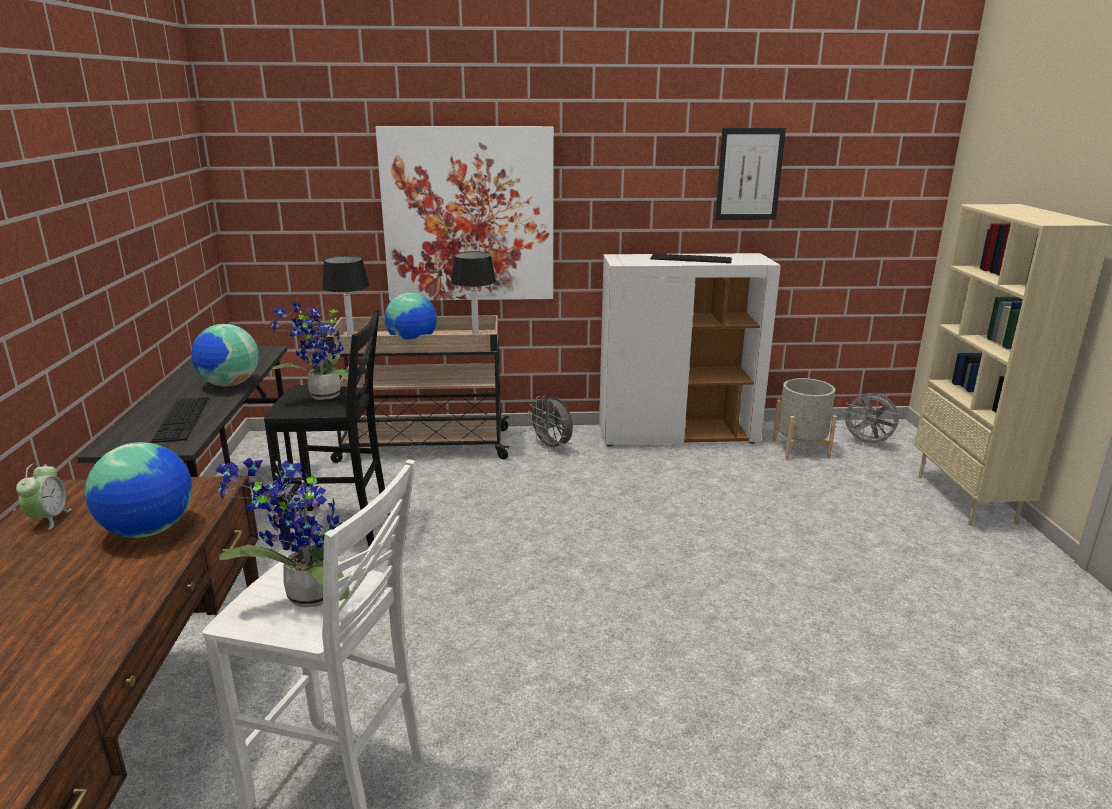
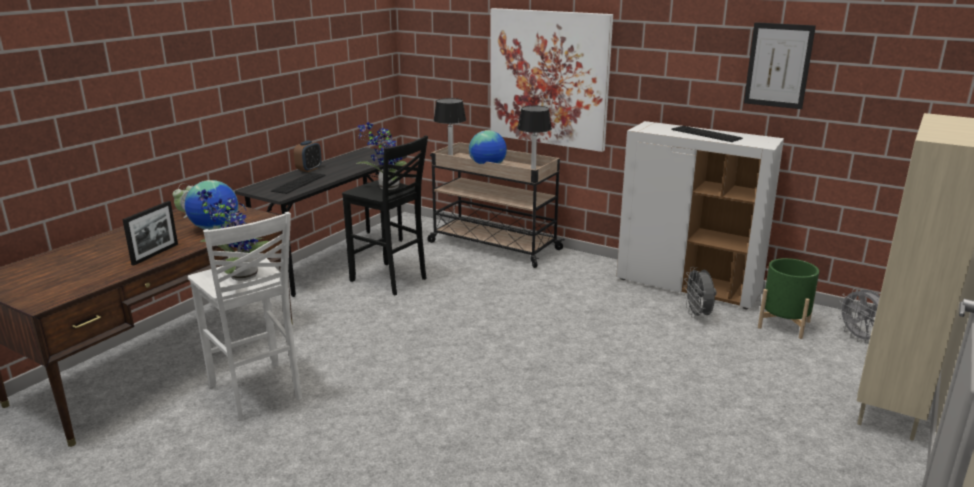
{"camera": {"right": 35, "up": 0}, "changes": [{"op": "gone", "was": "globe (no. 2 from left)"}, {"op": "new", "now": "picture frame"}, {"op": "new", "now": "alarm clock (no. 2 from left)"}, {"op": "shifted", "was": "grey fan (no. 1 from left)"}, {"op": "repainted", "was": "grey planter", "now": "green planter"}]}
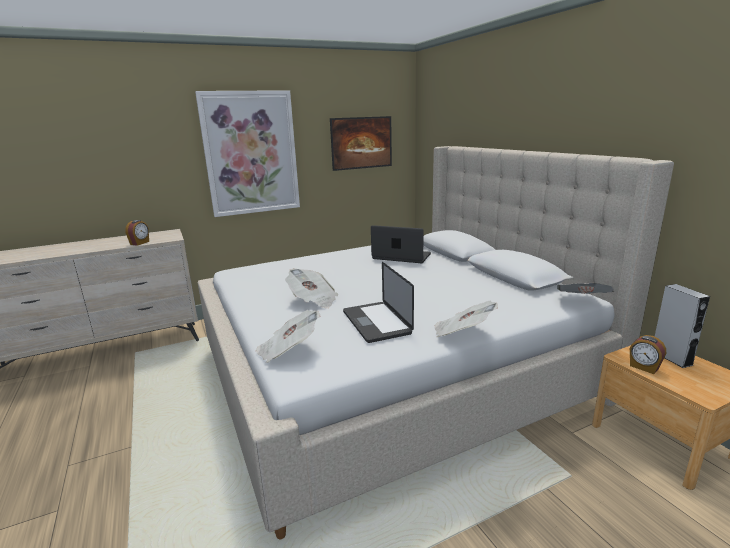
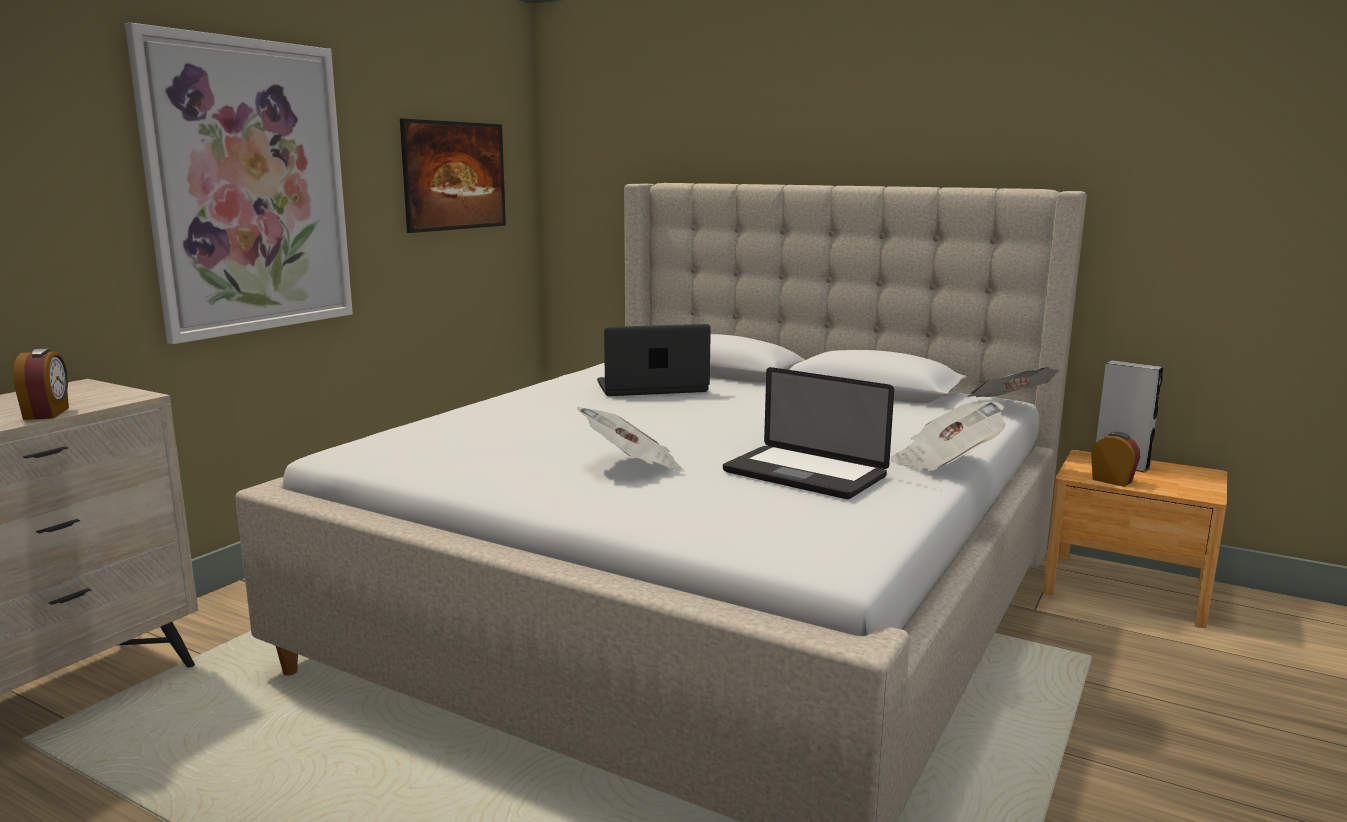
{"camera": {"right": -35, "up": -5}, "changes": [{"op": "gone", "was": "newspaper (no. 1 from left)"}, {"op": "rotated", "was": "alarm clock (no. 2 from left)", "clockwise": -150}]}
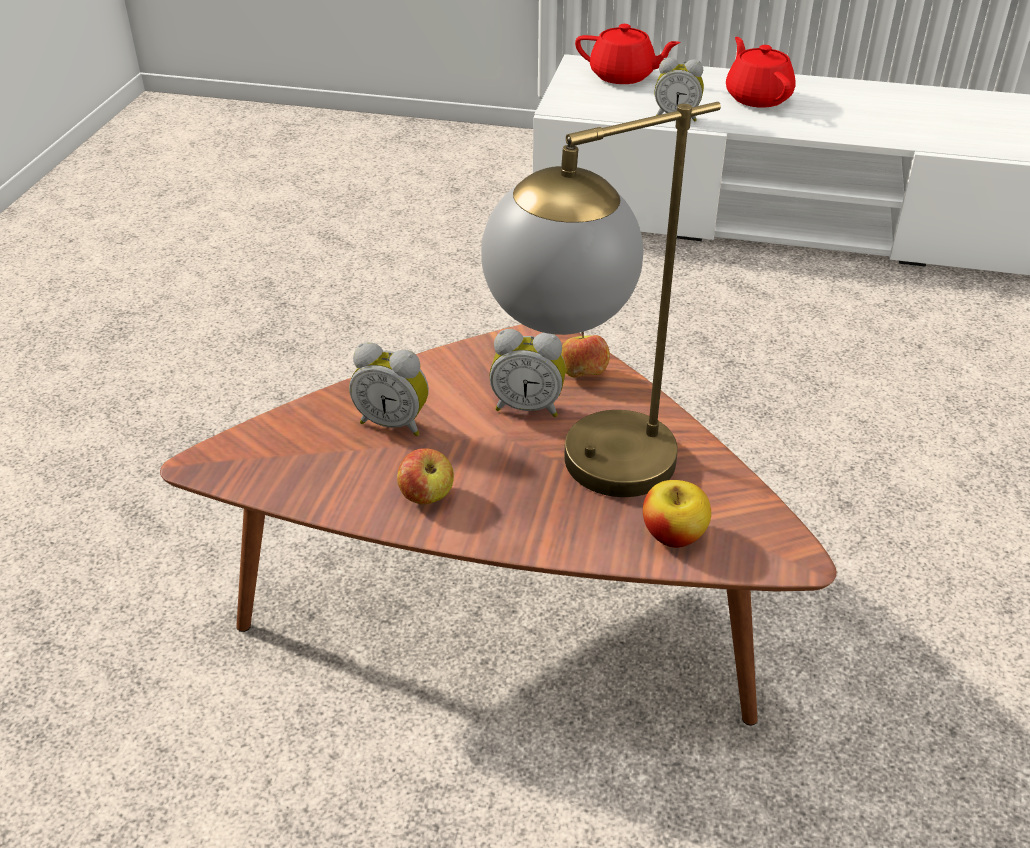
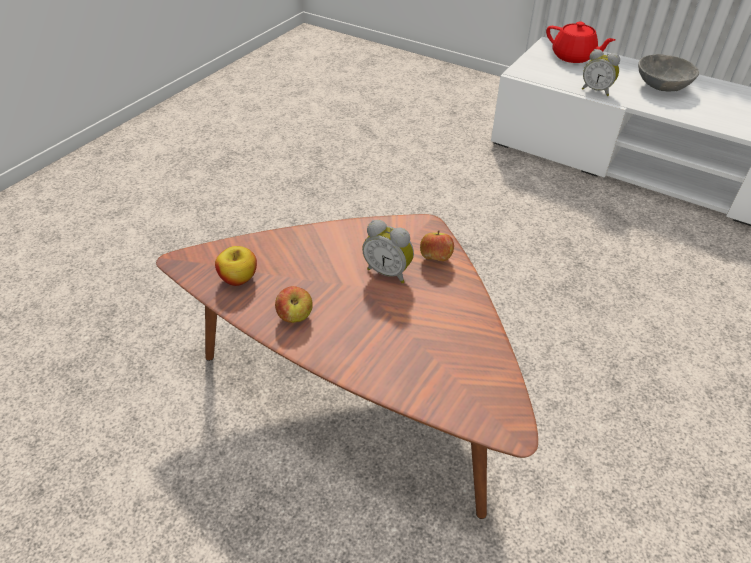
{"camera": {"right": 20, "up": 5}, "changes": [{"op": "gone", "was": "alarm clock (no. 1 from left)"}, {"op": "gone", "was": "table lamp"}, {"op": "shifted", "was": "apple (no. 3 from left in the first image)", "now": "apple (no. 1 from left)"}, {"op": "swapped", "was": "red teapot (no. 2 from left)", "now": "grey bowl"}]}
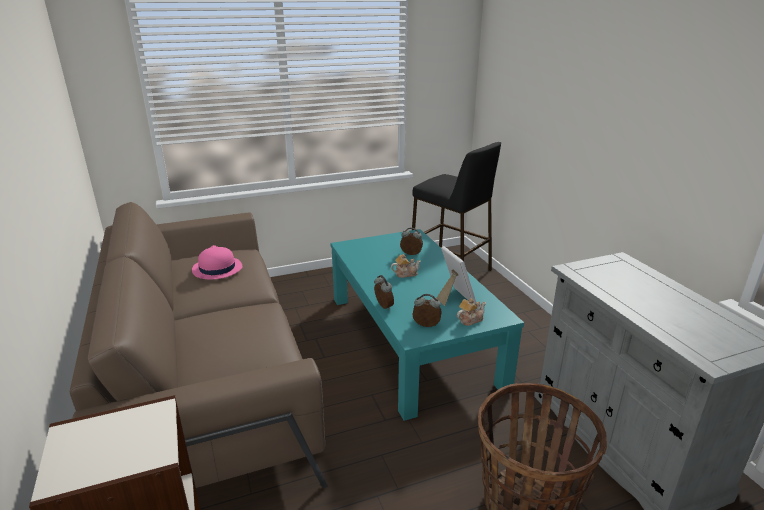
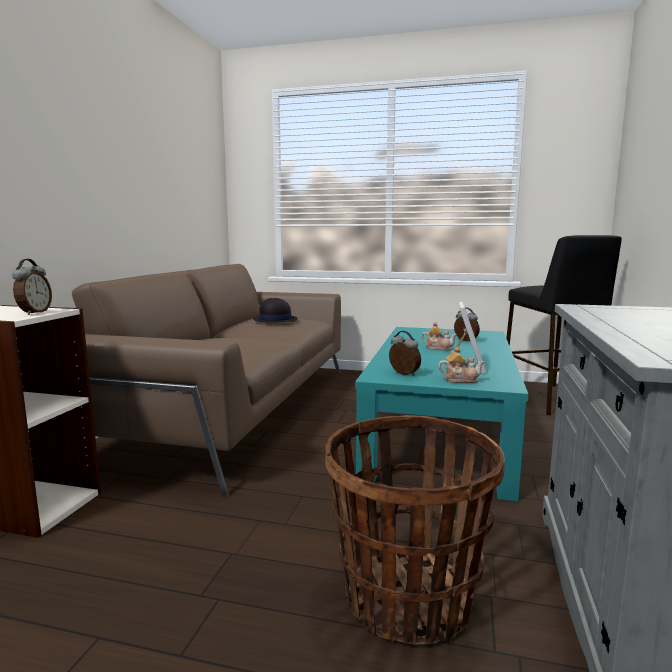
{"camera": {"right": 35, "up": -15}, "changes": [{"op": "shifted", "was": "alarm clock (no. 1 from left)"}, {"op": "repainted", "was": "pink hat", "now": "black hat"}]}
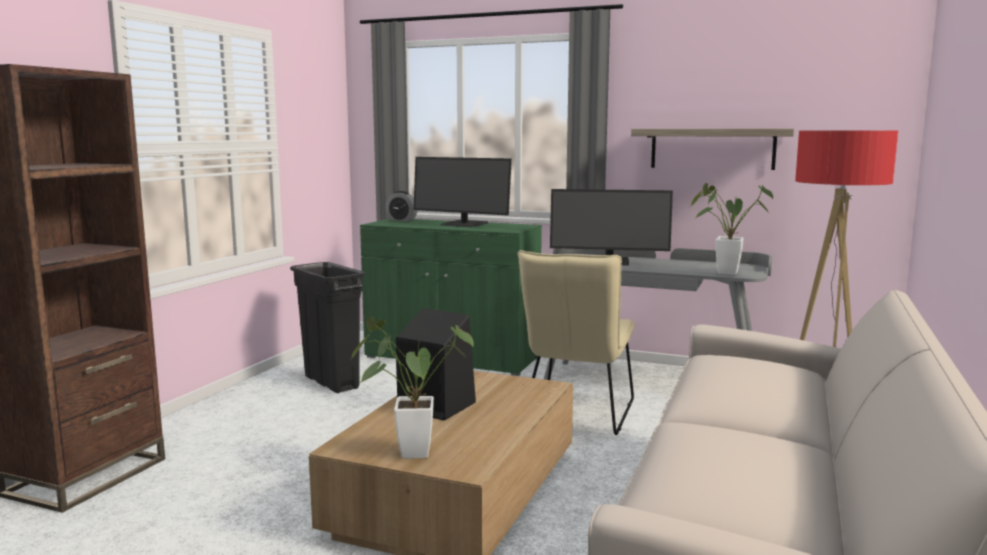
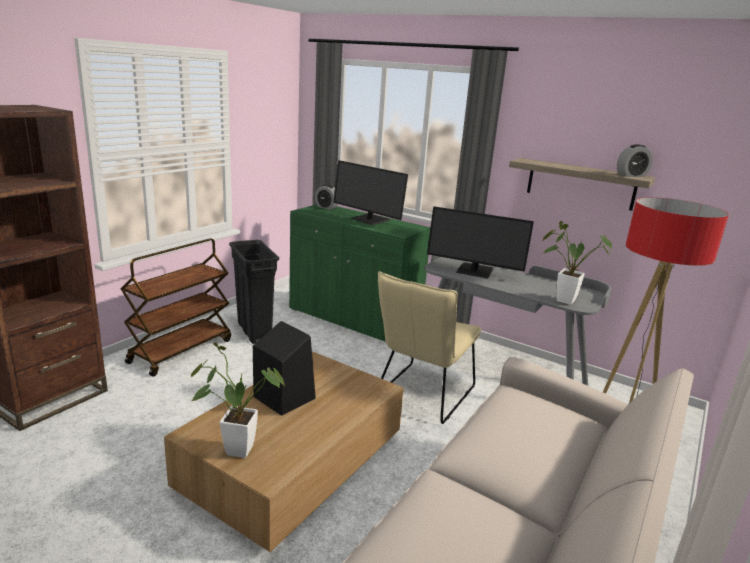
{"camera": {"right": 10, "up": 10}, "changes": [{"op": "new", "now": "brown cart"}, {"op": "new", "now": "alarm clock (no. 2 from left)"}]}
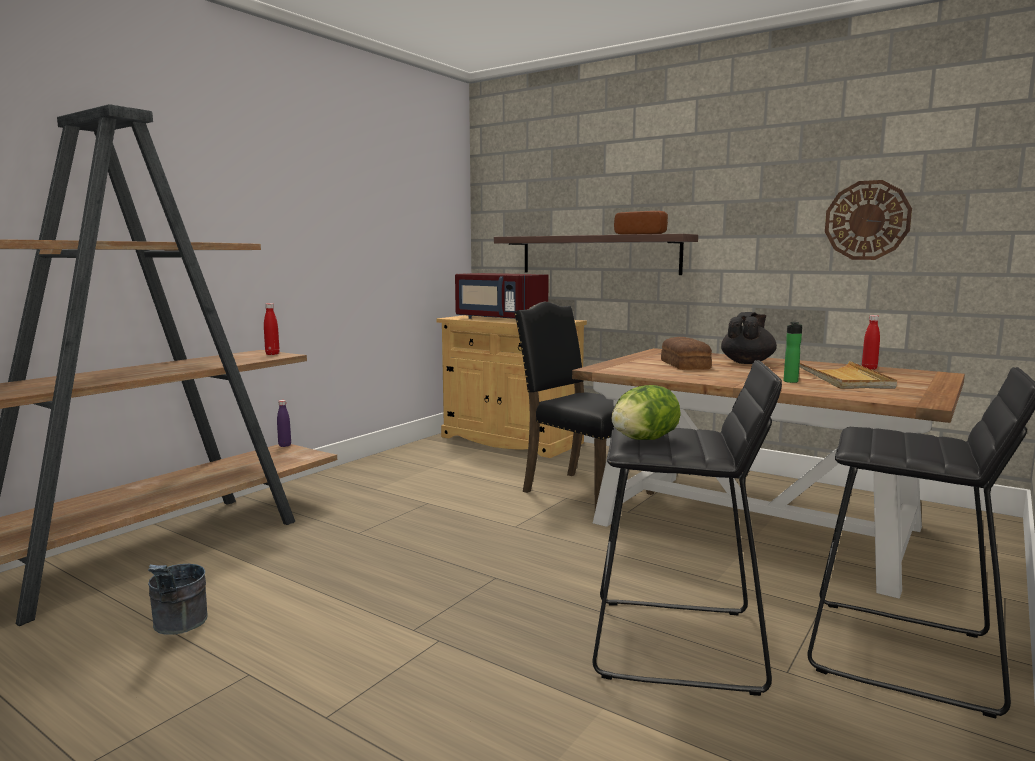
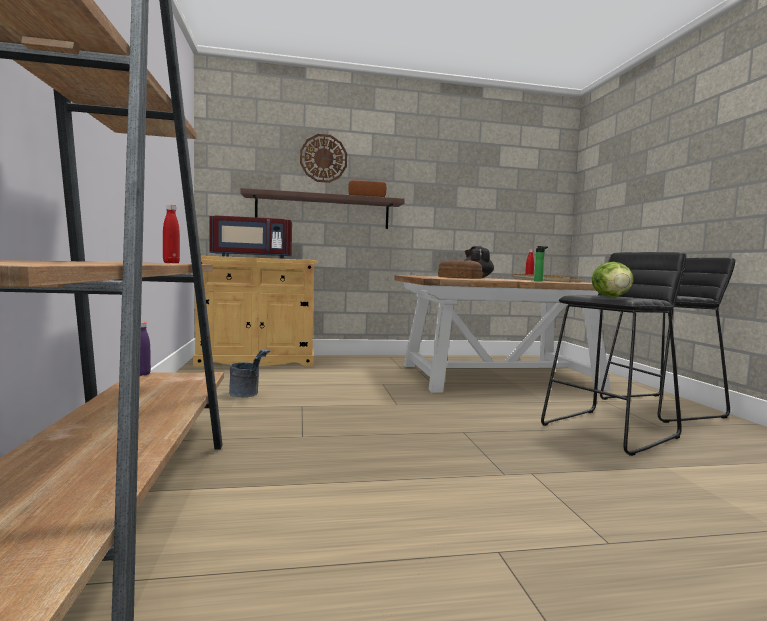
{"camera": {"right": -45, "up": -5}, "changes": [{"op": "gone", "was": "black chair"}, {"op": "shifted", "was": "grey bucket"}, {"op": "shifted", "was": "wall clock"}]}
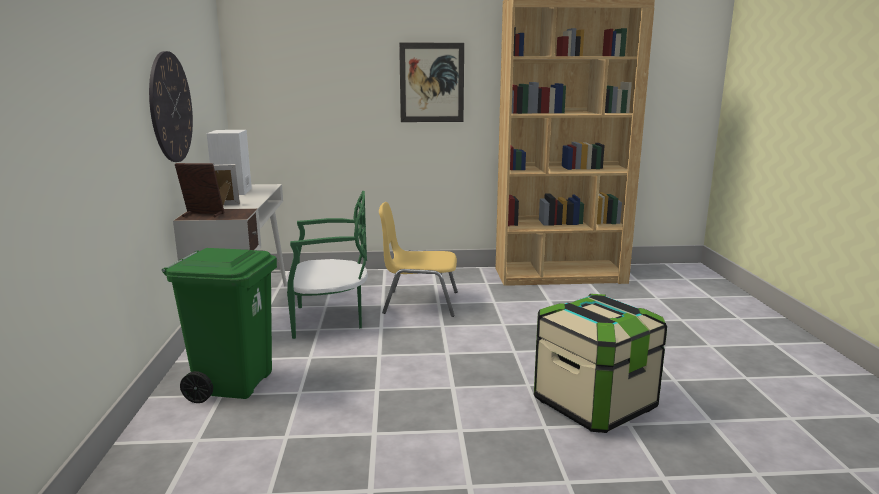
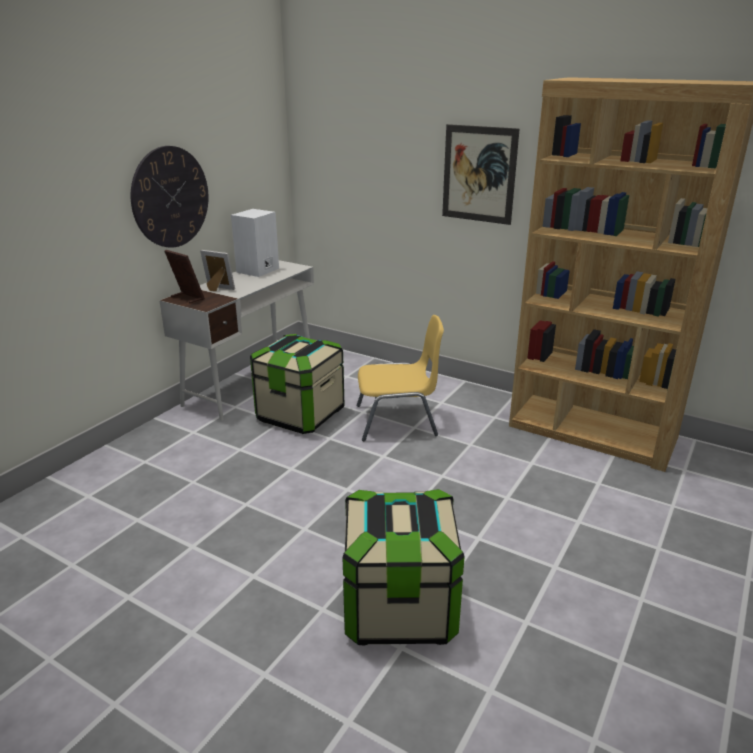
{"camera": {"right": 35, "up": 10}, "changes": [{"op": "gone", "was": "green trash can"}, {"op": "swapped", "was": "green chair", "now": "storage box (no. 1 from left)"}, {"op": "rotated", "was": "yellow chair", "clockwise": 135}]}
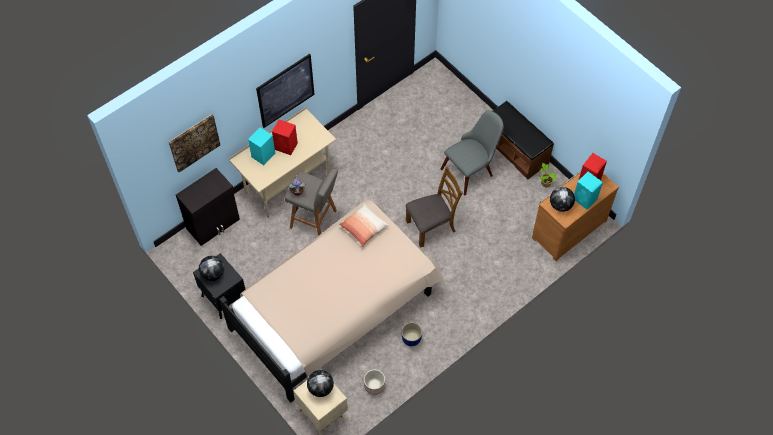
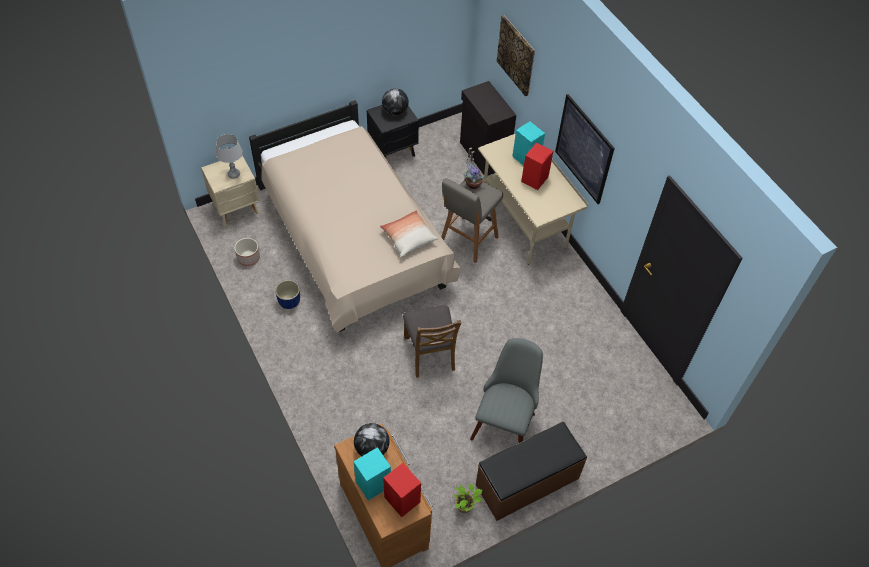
{"camera": {"right": 100, "up": -5}, "changes": [{"op": "swapped", "was": "globe (no. 2 from left)", "now": "grey table lamp"}, {"op": "rotated", "was": "grey chair", "clockwise": -135}]}
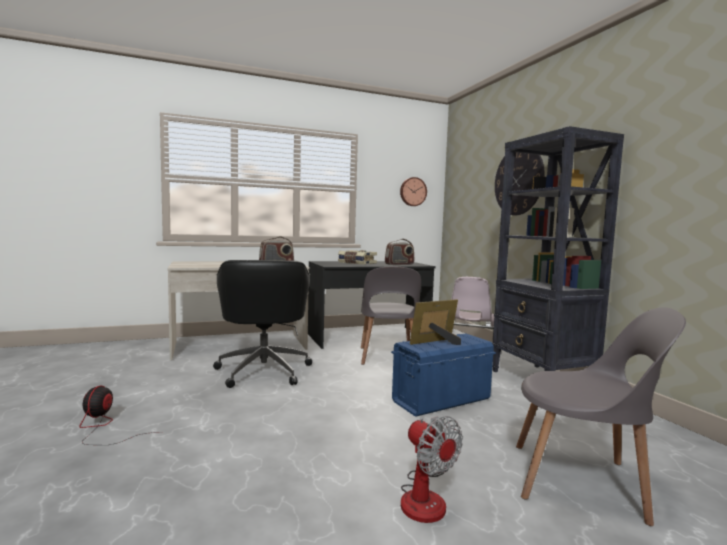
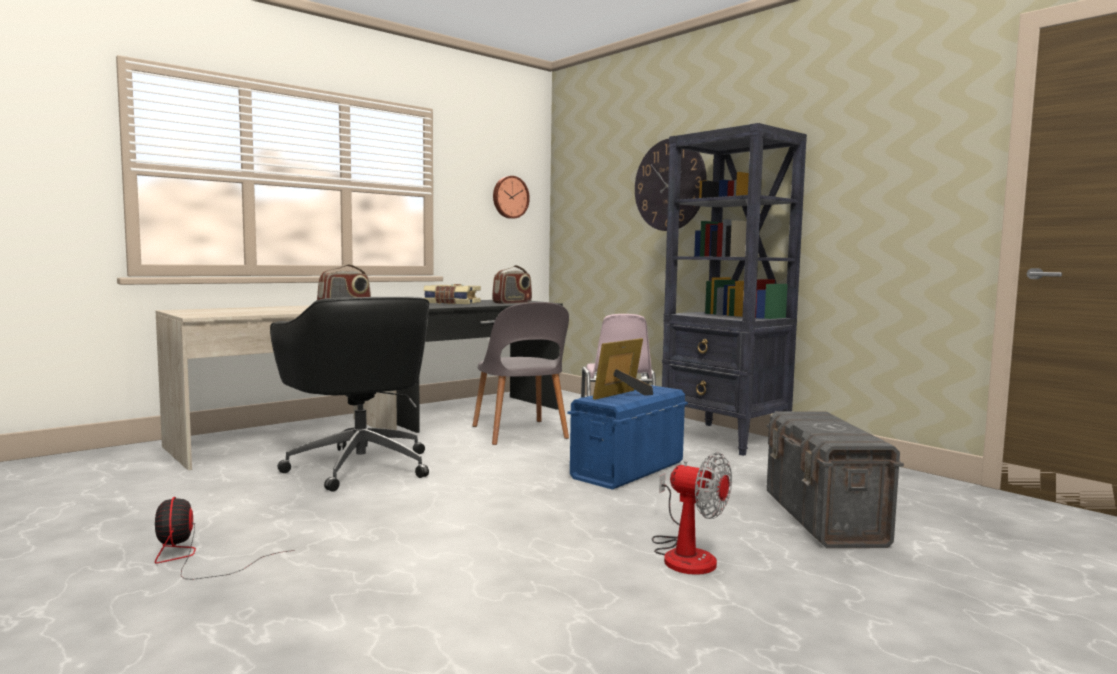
{"camera": {"right": -20, "up": 0}, "changes": [{"op": "swapped", "was": "grey chair (no. 2 from left)", "now": "grey storage box"}]}
